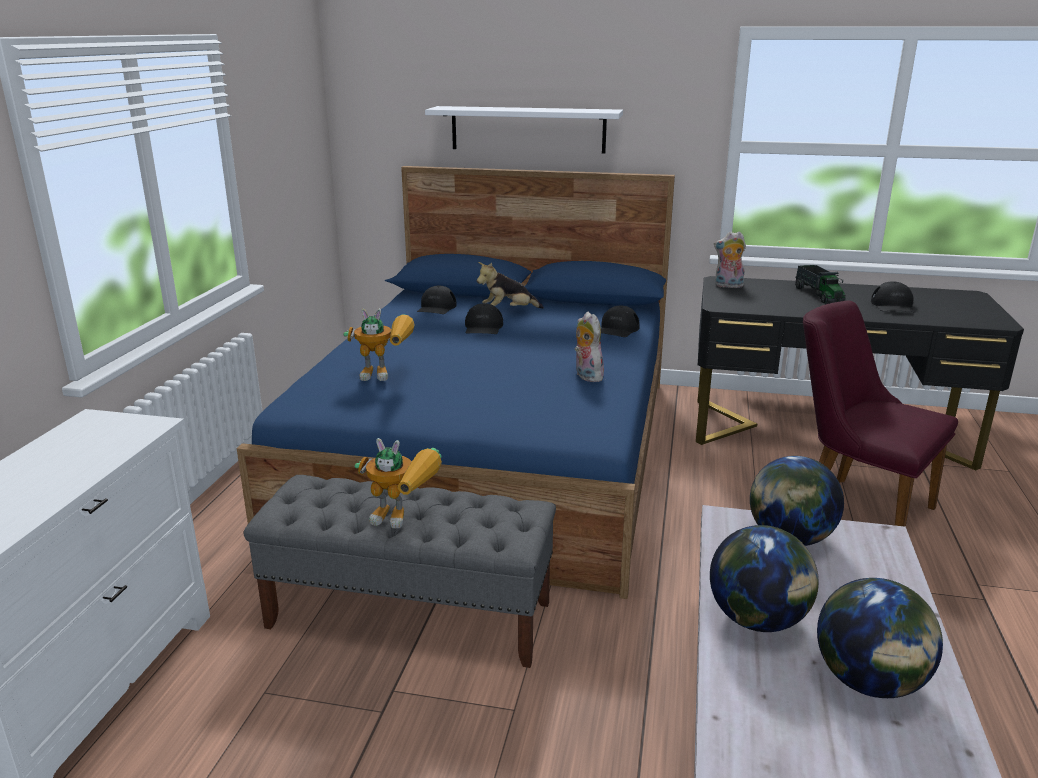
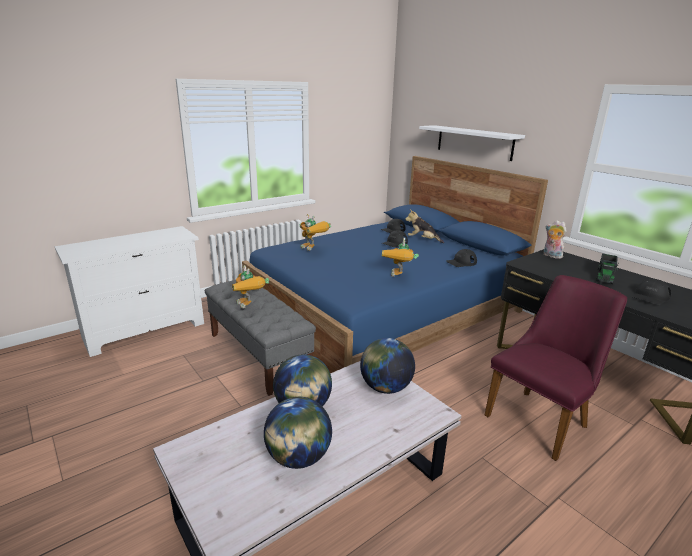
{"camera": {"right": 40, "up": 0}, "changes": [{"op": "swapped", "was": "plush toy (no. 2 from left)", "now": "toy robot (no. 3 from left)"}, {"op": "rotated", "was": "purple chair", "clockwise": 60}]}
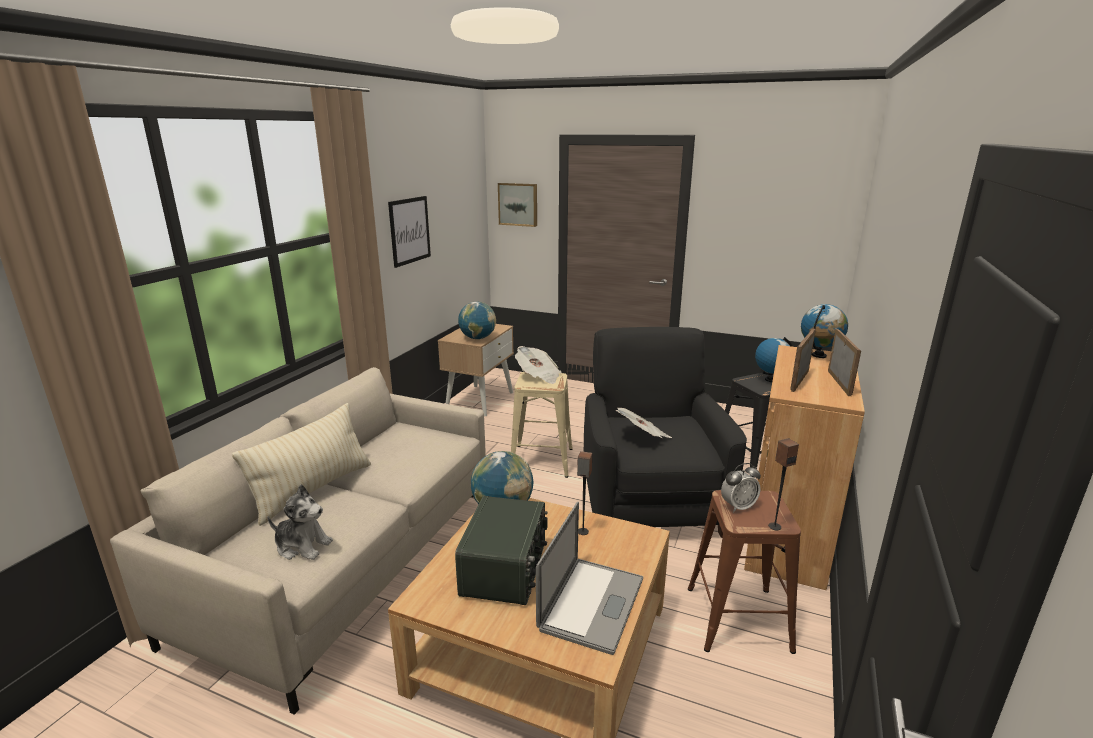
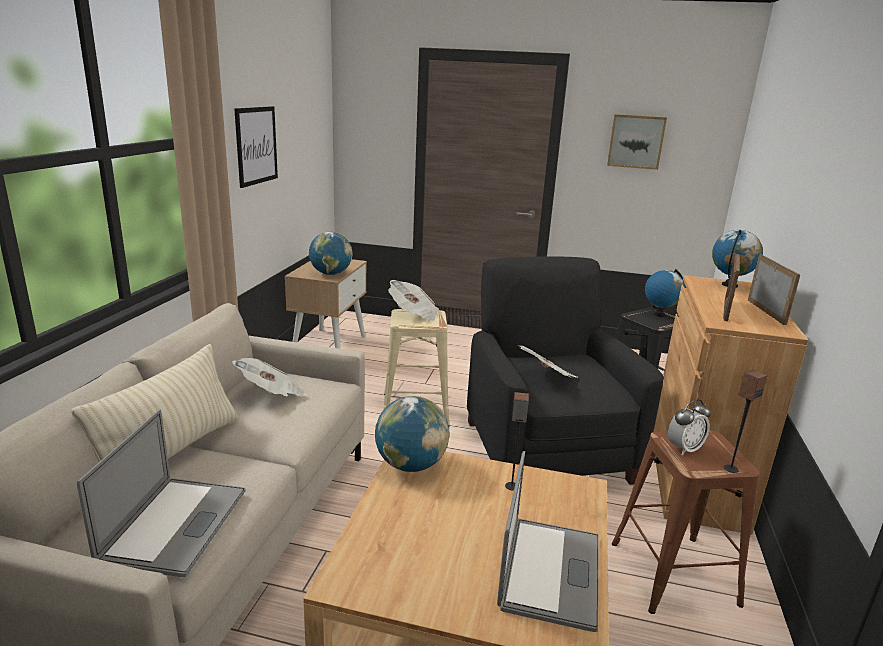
{"camera": {"right": -10, "up": 0}, "changes": [{"op": "gone", "was": "radio"}, {"op": "new", "now": "newspaper (no. 1 from left)"}, {"op": "shifted", "was": "picture (no. 2 from left)"}, {"op": "swapped", "was": "plush toy", "now": "laptop (no. 1 from left)"}]}
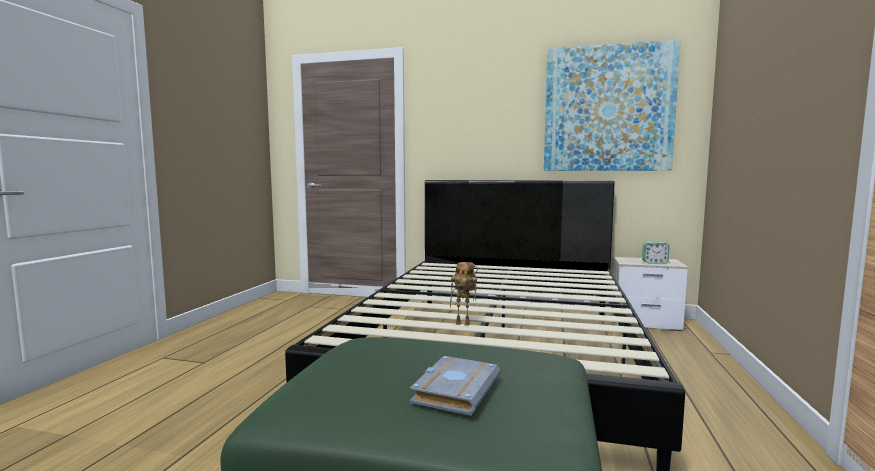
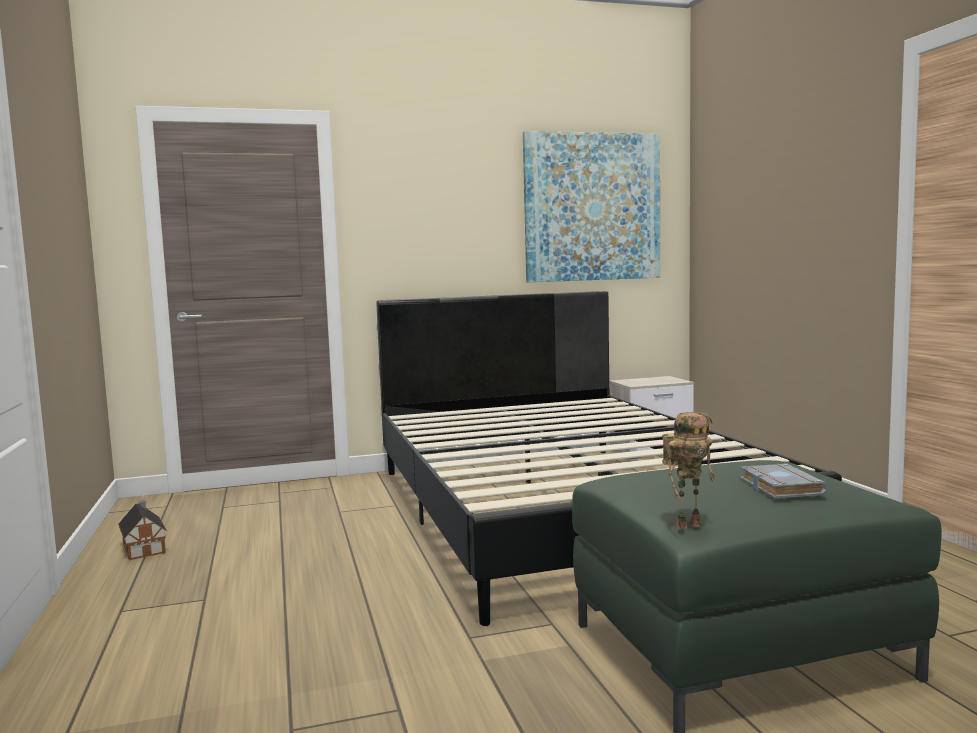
{"camera": {"right": -30, "up": 0}, "changes": [{"op": "gone", "was": "alarm clock"}, {"op": "new", "now": "toy house"}, {"op": "shifted", "was": "toy robot"}]}
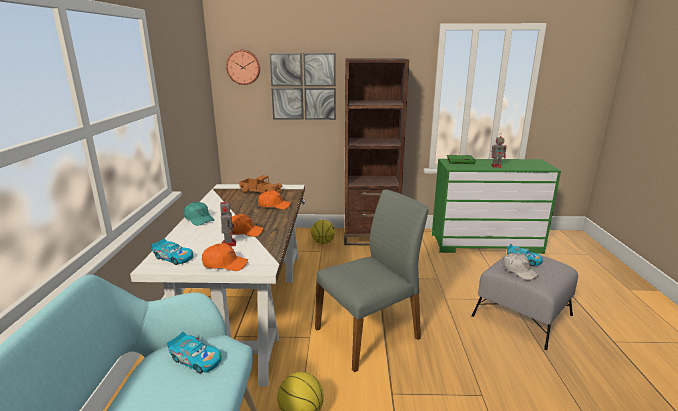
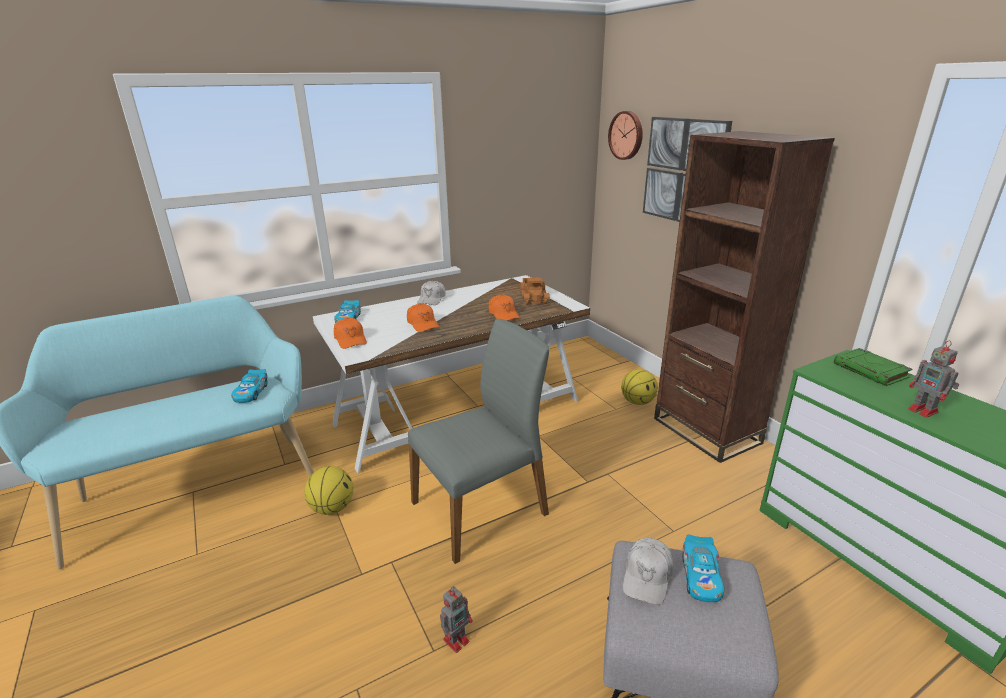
{"camera": {"right": 60, "up": 5}, "changes": [{"op": "shifted", "was": "toy robot (no. 1 from left)"}, {"op": "repainted", "was": "turquoise cap", "now": "white cap (no. 1 from left)"}, {"op": "rotated", "was": "grey chair", "clockwise": -60}]}
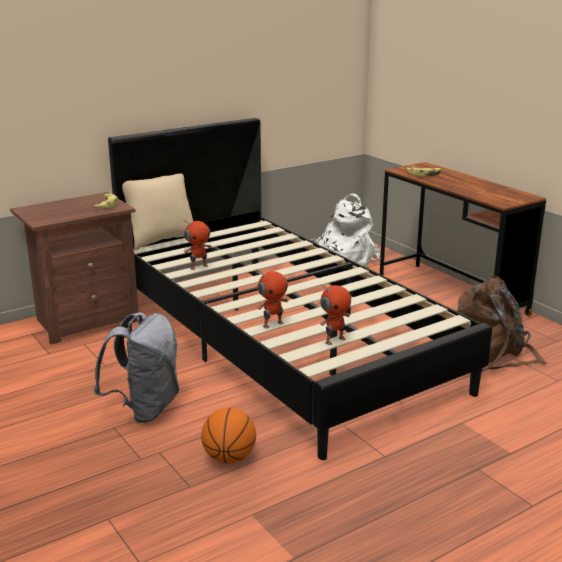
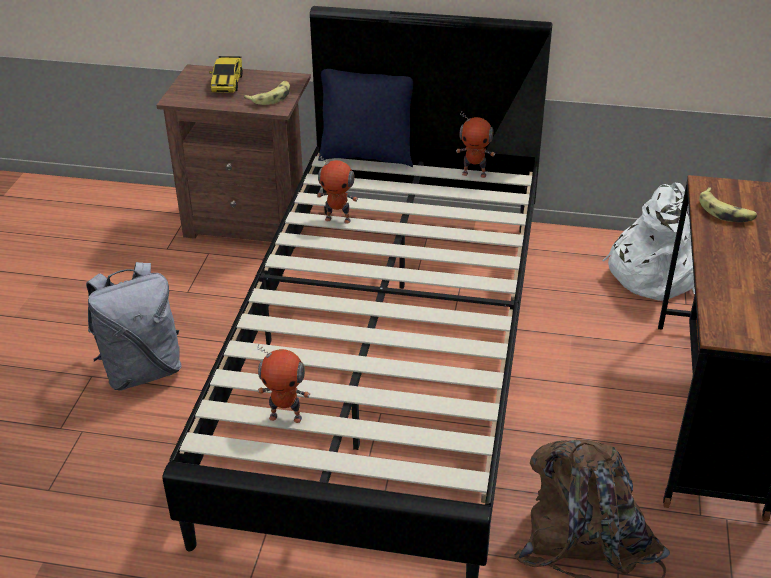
{"camera": {"right": 45, "up": 15}, "changes": [{"op": "gone", "was": "basketball"}, {"op": "new", "now": "toy car"}, {"op": "shifted", "was": "toy robot (no. 2 from left in the first image)", "now": "toy robot (no. 3 from left)"}, {"op": "repainted", "was": "beige pillow", "now": "blue pillow"}]}
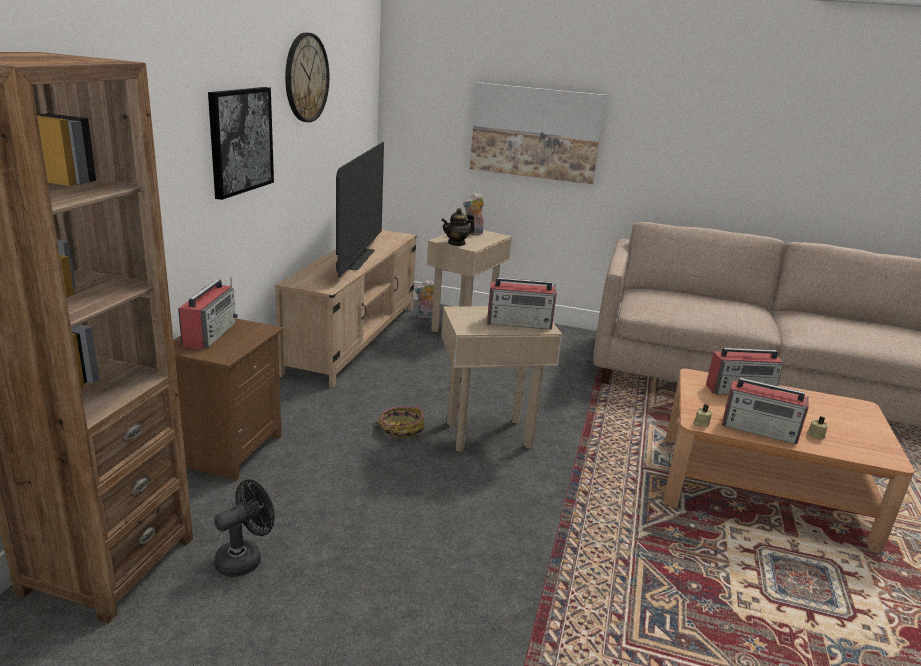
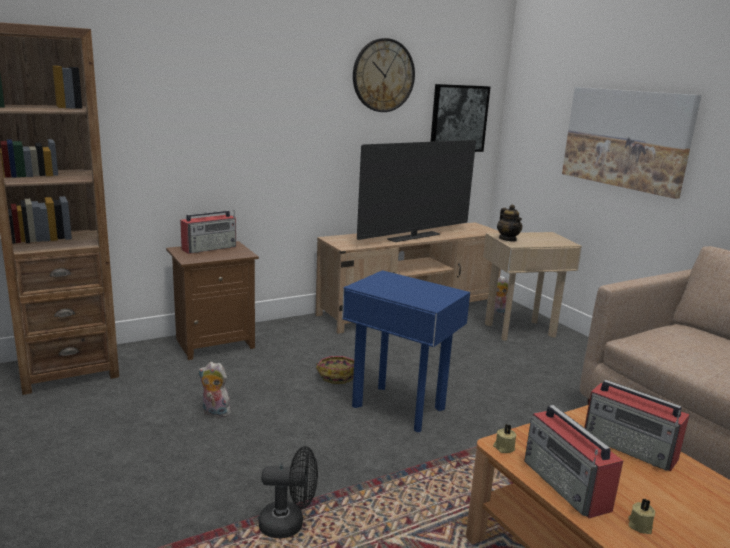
{"camera": {"right": 45, "up": -5}, "changes": [{"op": "gone", "was": "radio (no. 2 from left)"}, {"op": "shifted", "was": "picture (no. 1 from left)"}, {"op": "shifted", "was": "black fan"}, {"op": "shifted", "was": "plush toy (no. 2 from left in the first image)", "now": "plush toy (no. 1 from left)"}, {"op": "repainted", "was": "beige side table (no. 2 from left)", "now": "blue side table"}, {"op": "rotated", "was": "teapot", "clockwise": -120}]}
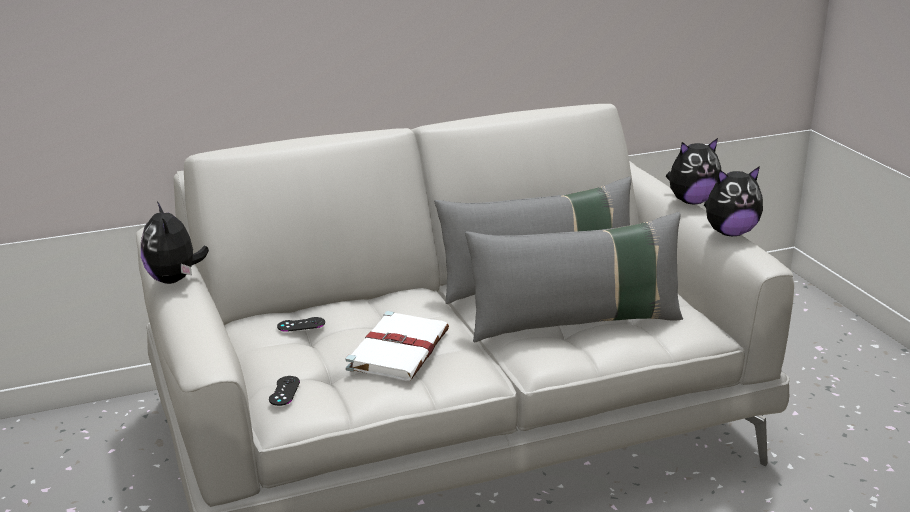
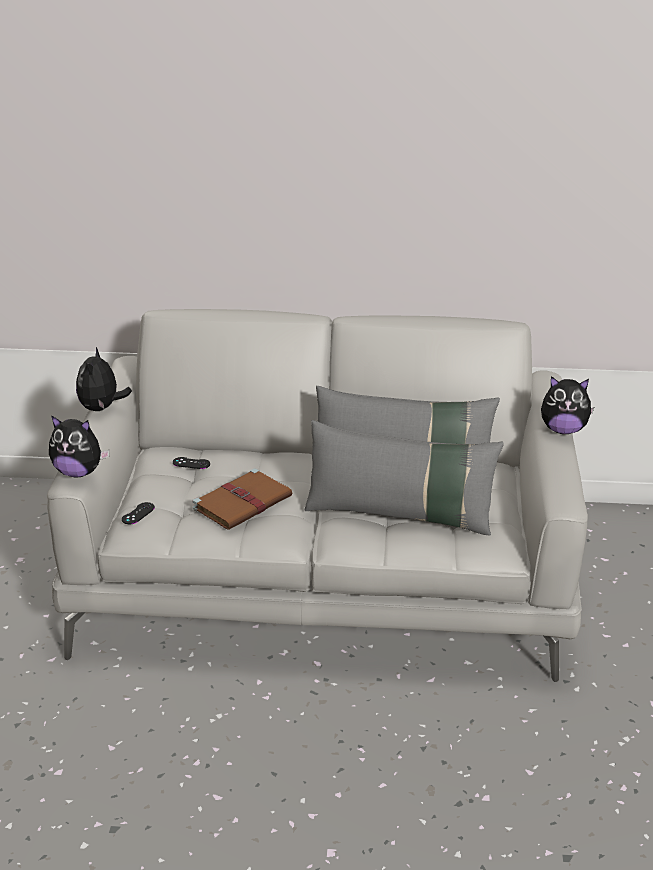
{"camera": {"right": 25, "up": 5}, "changes": [{"op": "shifted", "was": "plush toy (no. 3 from left in the first image)", "now": "plush toy (no. 1 from left)"}, {"op": "repainted", "was": "white book", "now": "brown book"}]}
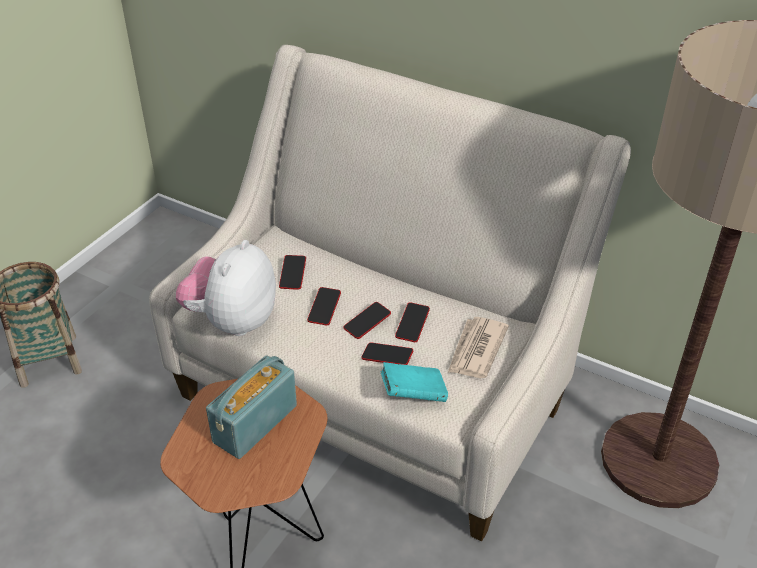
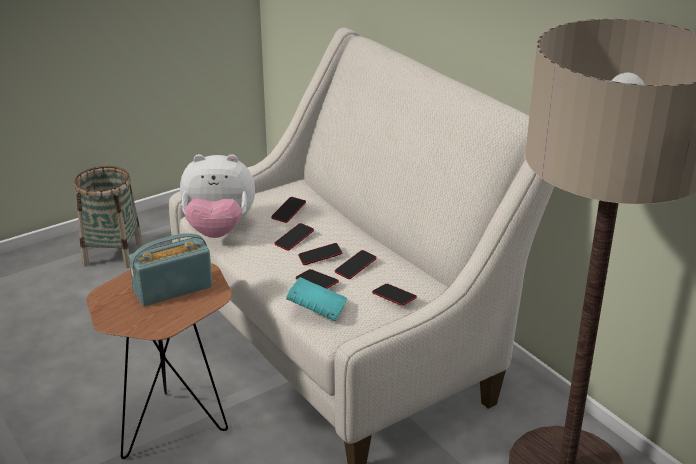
{"camera": {"right": 25, "up": -10}, "changes": [{"op": "swapped", "was": "newspaper", "now": "phone (no. 6 from left)"}, {"op": "rotated", "was": "plush toy", "clockwise": -135}]}
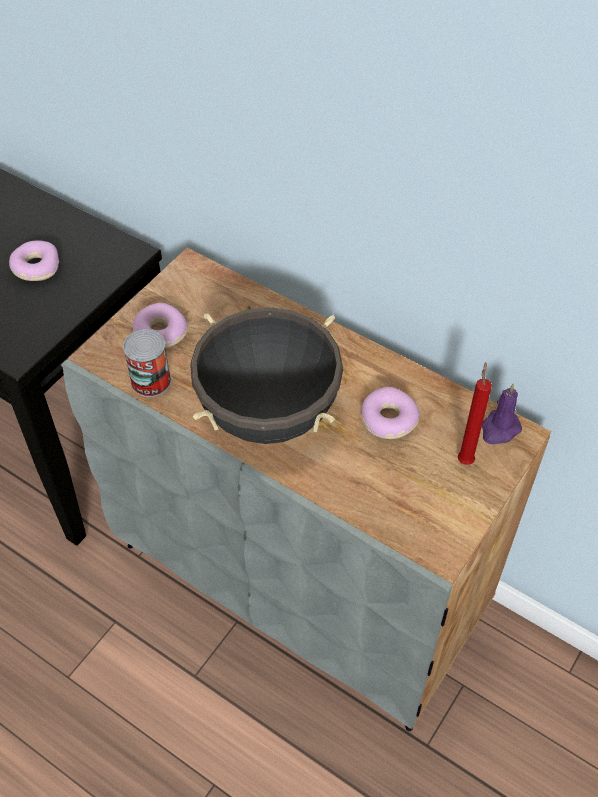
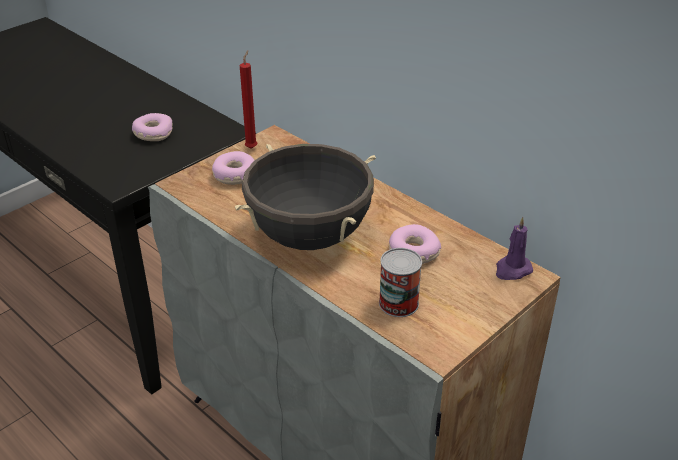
{"camera": {"right": 10, "up": -15}, "changes": [{"op": "shifted", "was": "can"}, {"op": "shifted", "was": "red candle"}]}
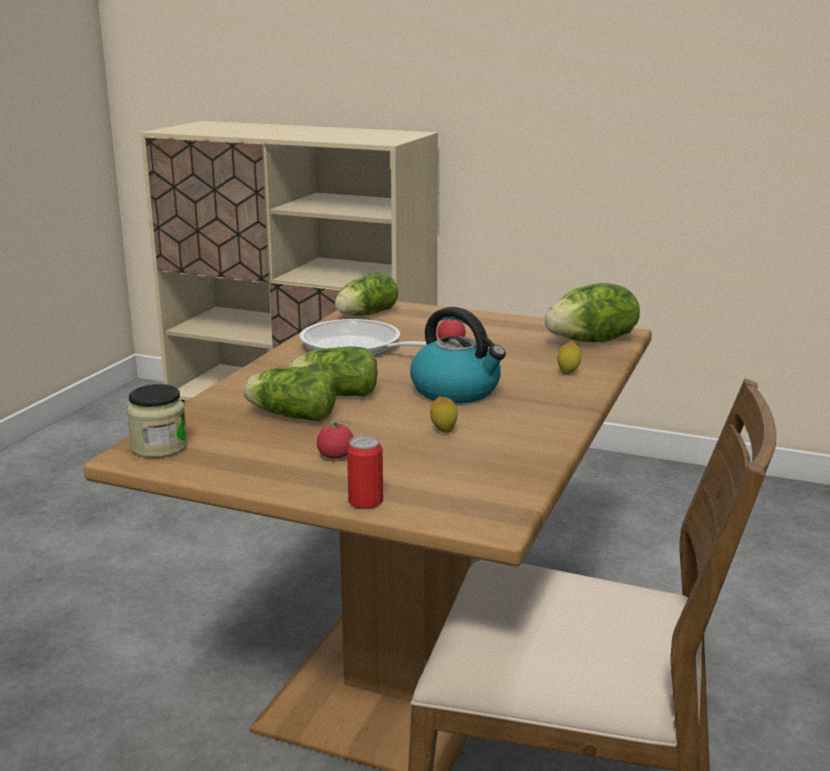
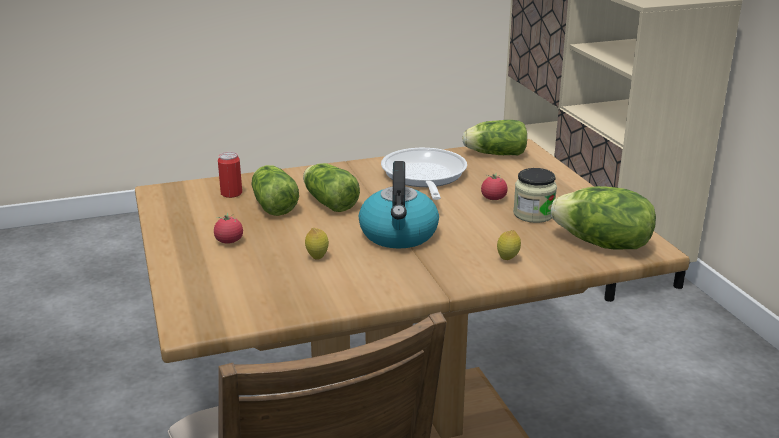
{"camera": {"right": 50, "up": 5}, "changes": [{"op": "shifted", "was": "jar"}, {"op": "shifted", "was": "can"}]}
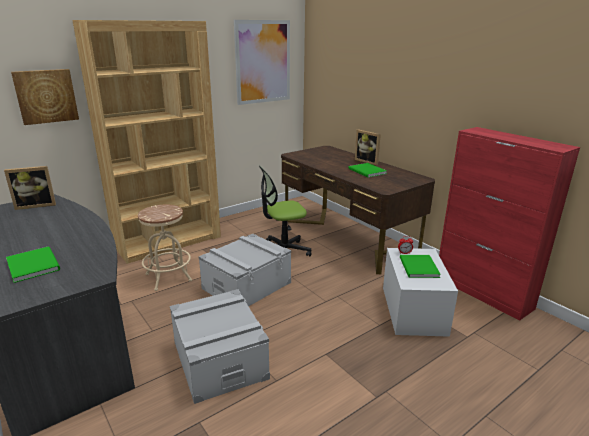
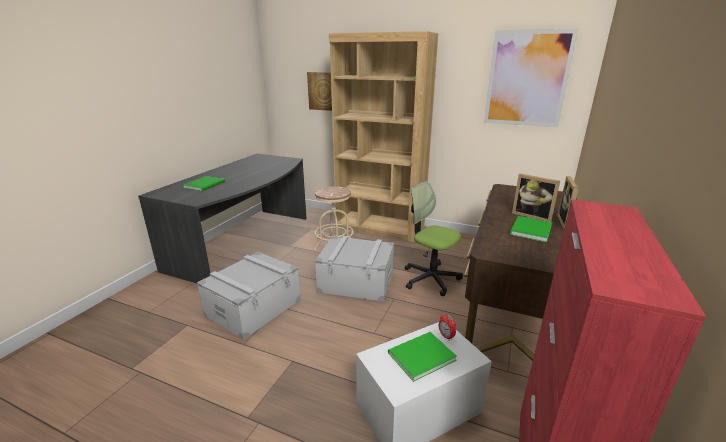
{"camera": {"right": 60, "up": 0}, "changes": [{"op": "shifted", "was": "picture frame (no. 1 from left)"}]}
